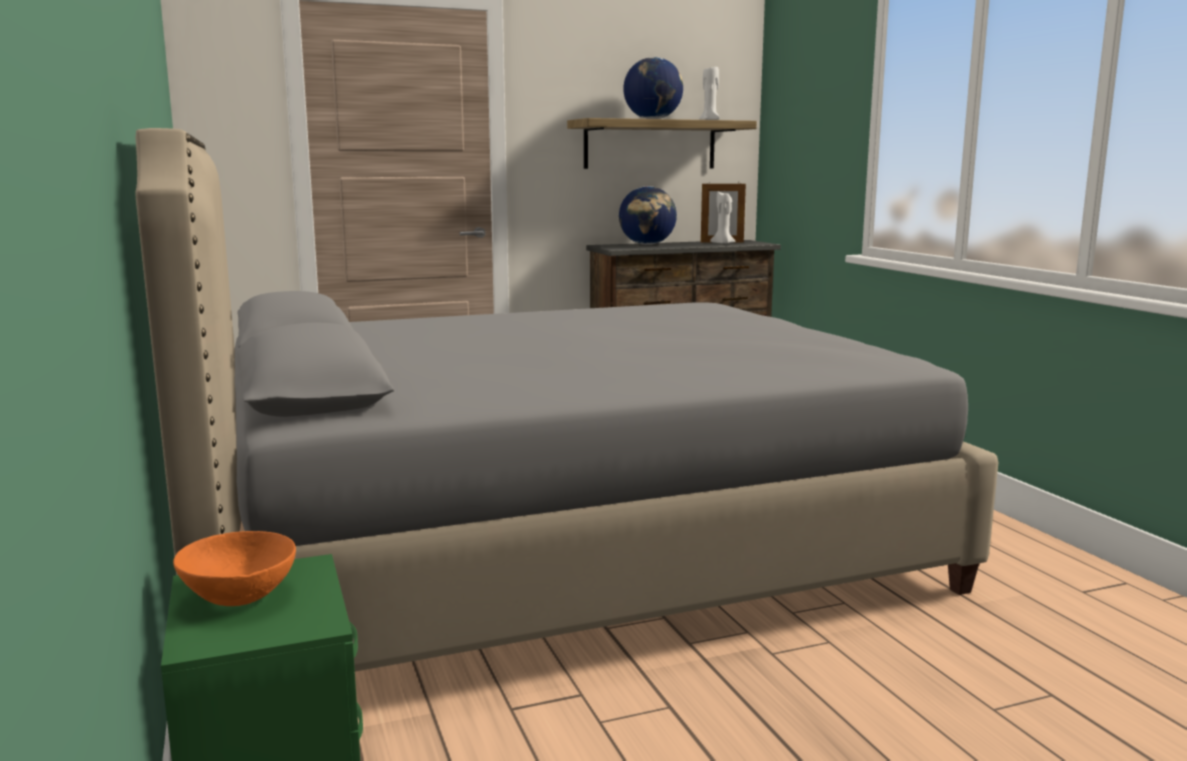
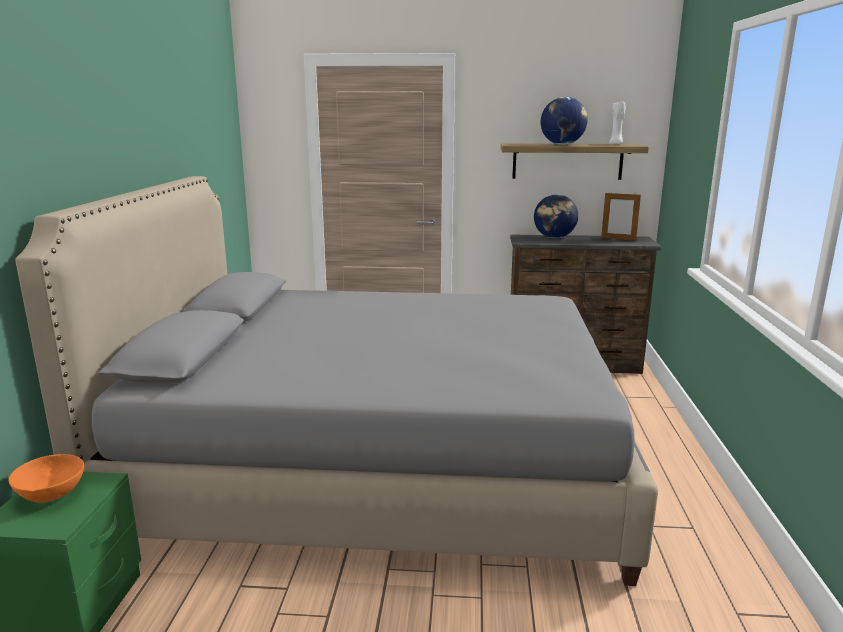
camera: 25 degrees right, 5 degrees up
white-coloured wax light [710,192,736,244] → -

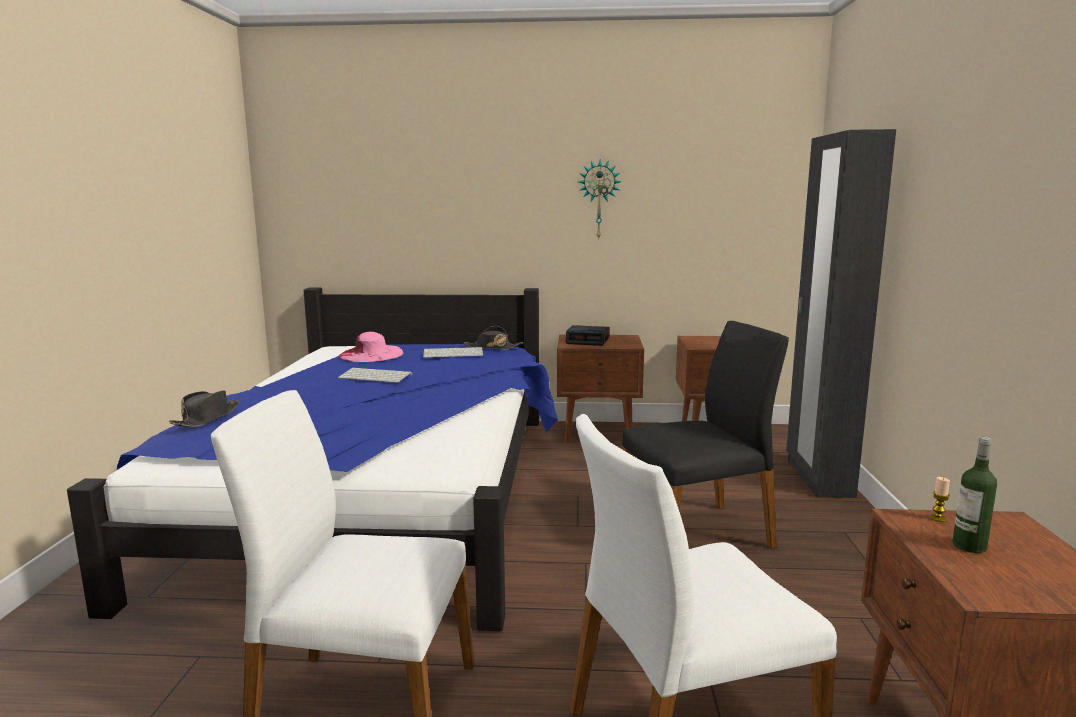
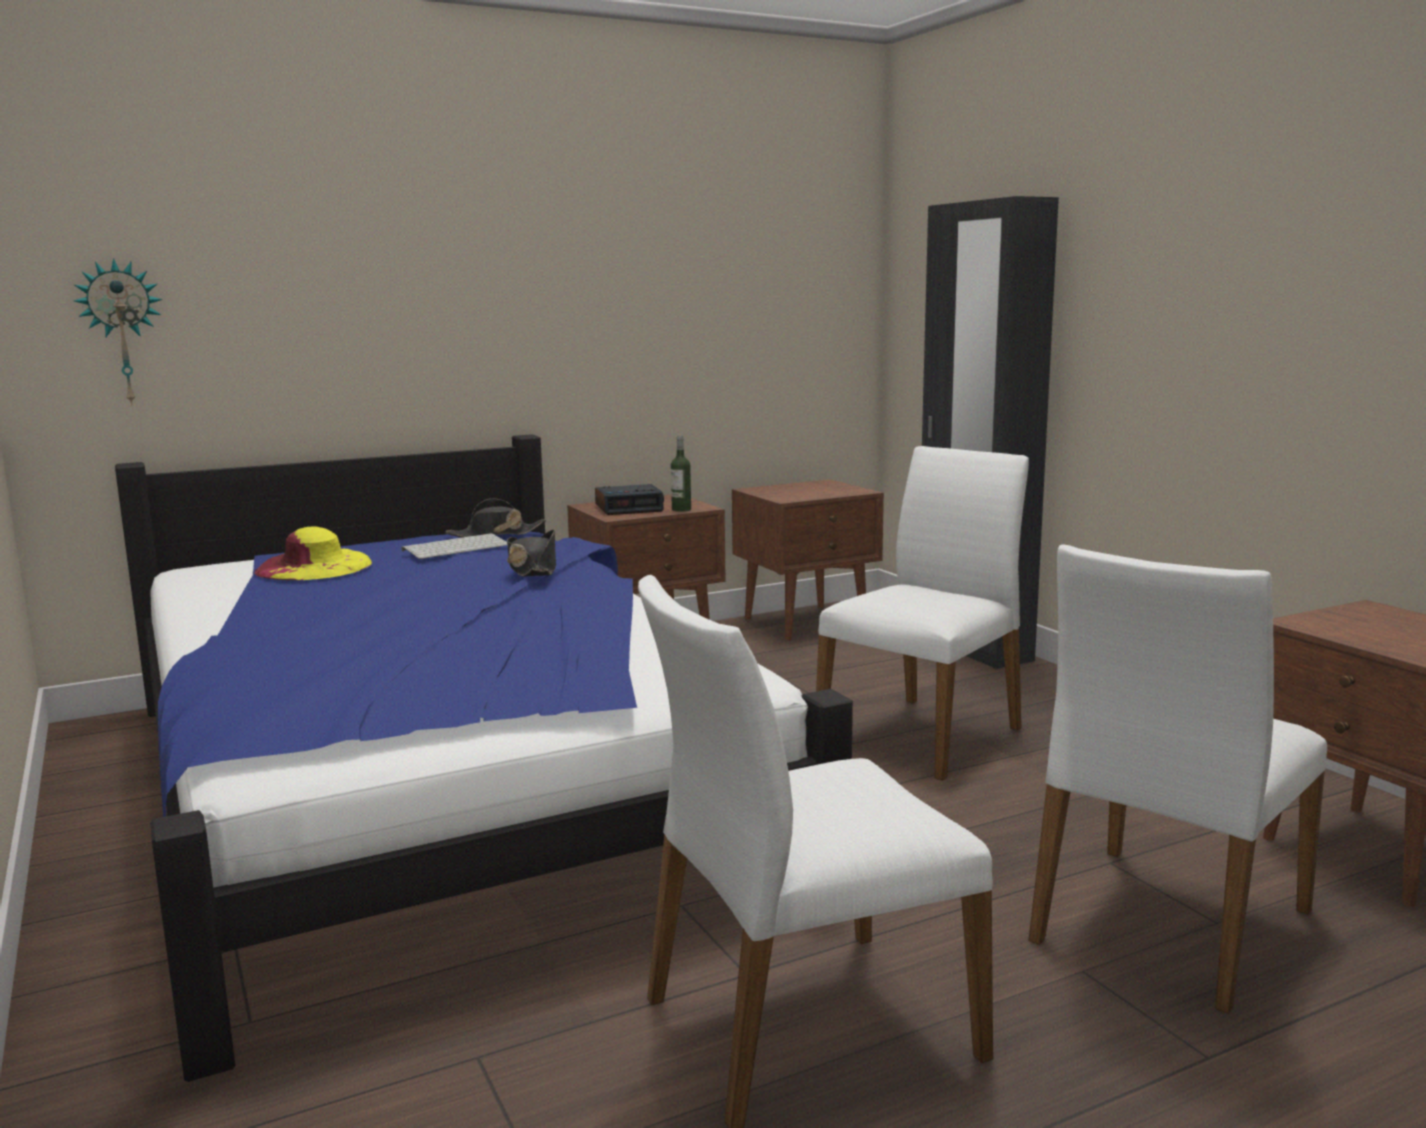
camera: 30 degrees left, 0 degrees up
black-coloured wearable hat [169,390,240,427] → black-coloured wearable hat [507,529,556,576], move
keyboard [338,368,412,383] → -
pink-coloured wearable hat [339,332,404,362] → yellow wearable hat [254,527,372,581]
hanging clock [579,159,621,240] → hanging clock [74,258,163,406], move
black-coloured plain chair [622,321,789,549] → white-coloured plain chair [816,446,1029,781]
wax light [930,477,950,522] → -
beverage bottle [952,437,997,553] → beverage bottle [671,436,691,512], move

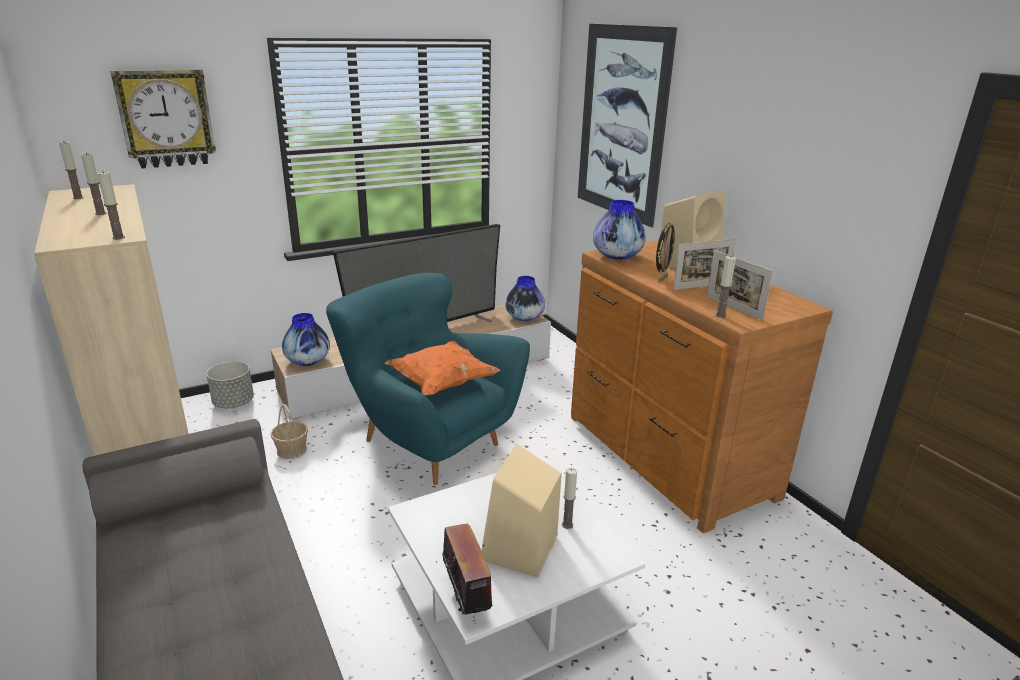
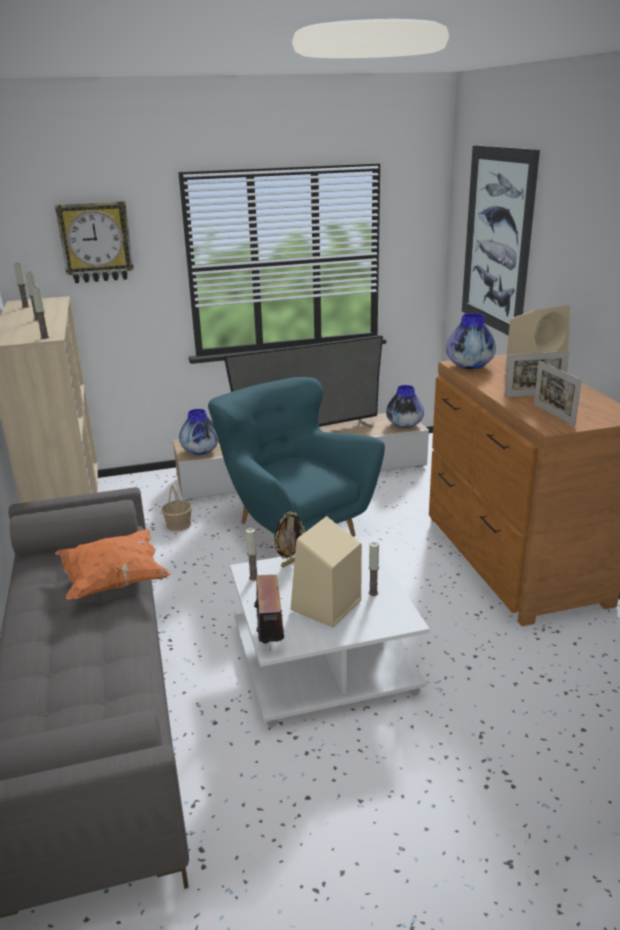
camera: 15 degrees right, 0 degrees up
greyish flower pot [206,361,254,408] → -
orangey throw pillow [385,341,500,395] → orangey throw pillow [55,529,171,600], move
picture frame [656,221,676,282] → picture frame [274,511,305,567], move
wax light [715,256,736,318] → wax light [246,528,257,581], move

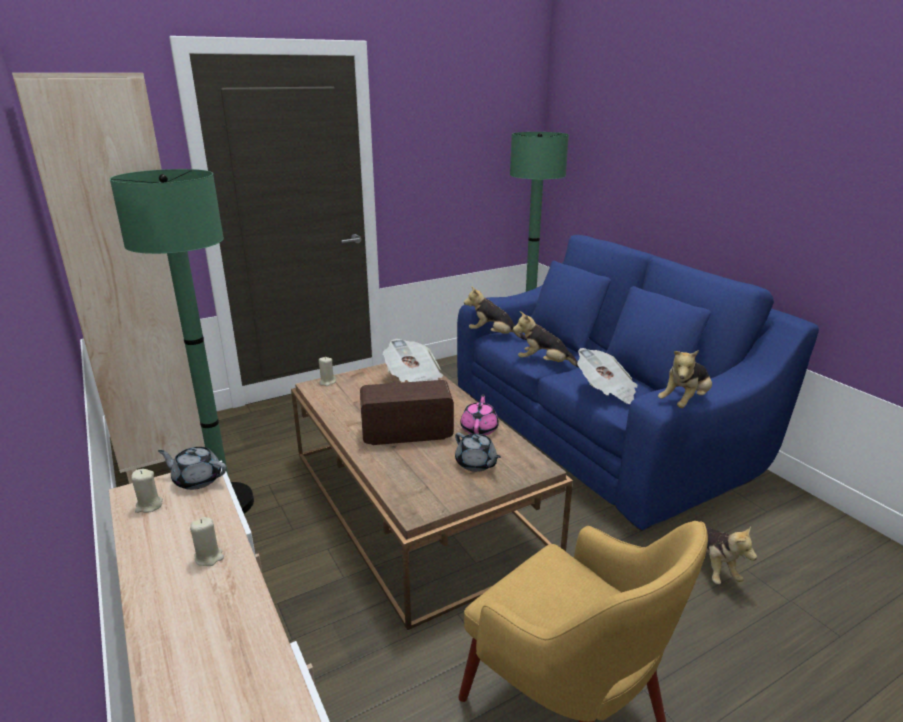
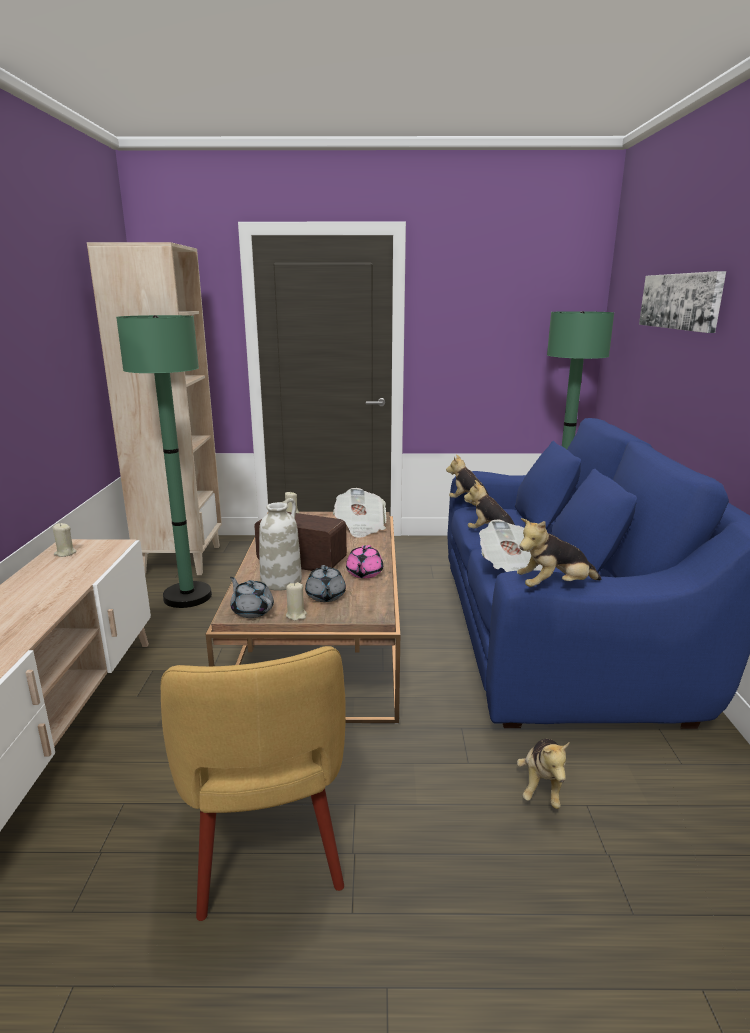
camera: 30 degrees right, 5 degrees down
greyish pot for tea [158,447,227,490] → greyish pot for tea [230,577,274,618], move
beige wax light [190,517,224,566] → beige wax light [286,582,307,621], move
pink-coloured pot for tea [460,394,499,436] → pink-coloured pot for tea [346,545,383,578], 150 degrees clockwise
- → white-coloured flower vase [259,498,302,591]
- → wall picture [639,271,726,333]

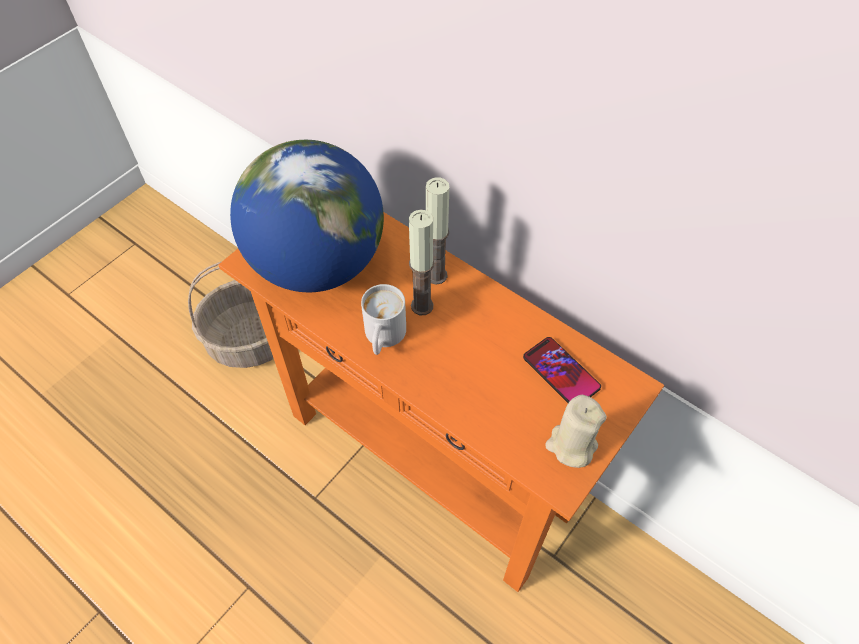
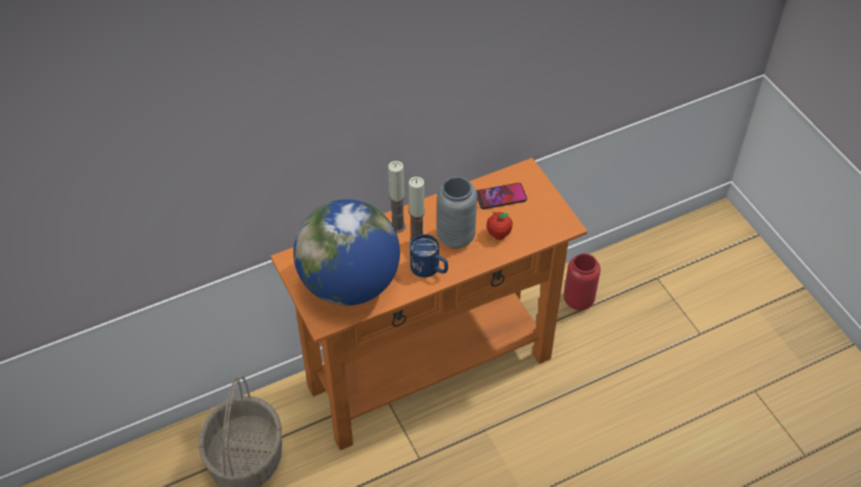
camera: 65 degrees left, 5 degrees down
white-coloured mug [361,284,406,355] → bluish mug [410,234,448,277]
beige wax light [545,395,607,468] → -
- → greyish flower vase [437,177,477,249]
- → apple fruit [487,211,513,240]
- → red flower vase [564,253,601,310]

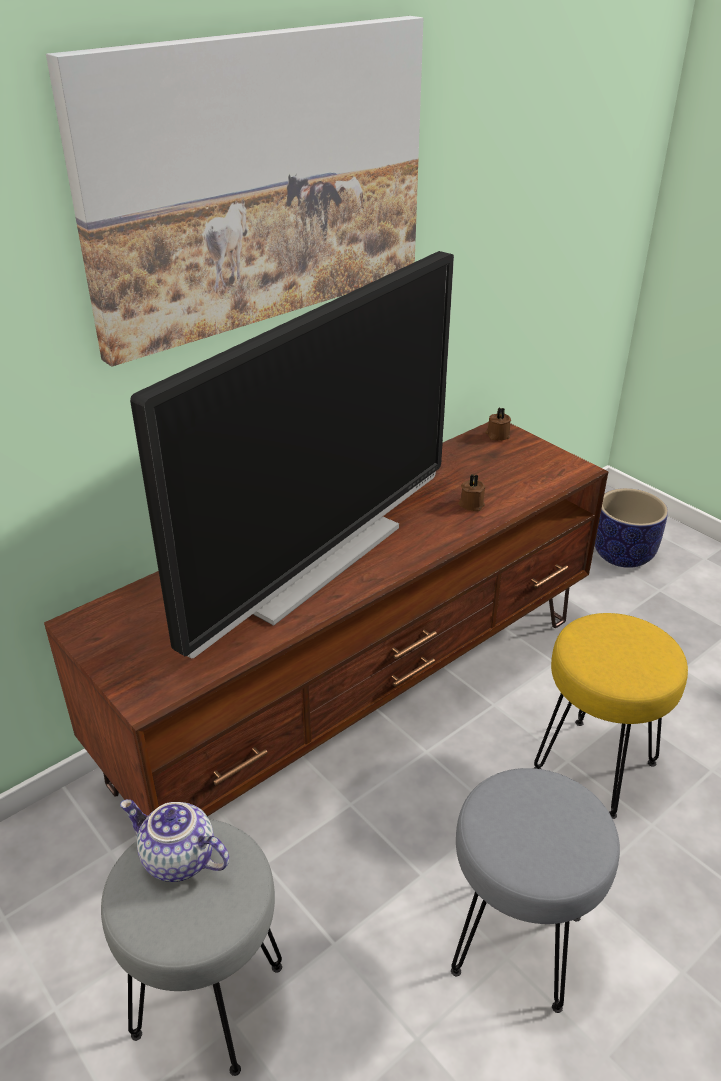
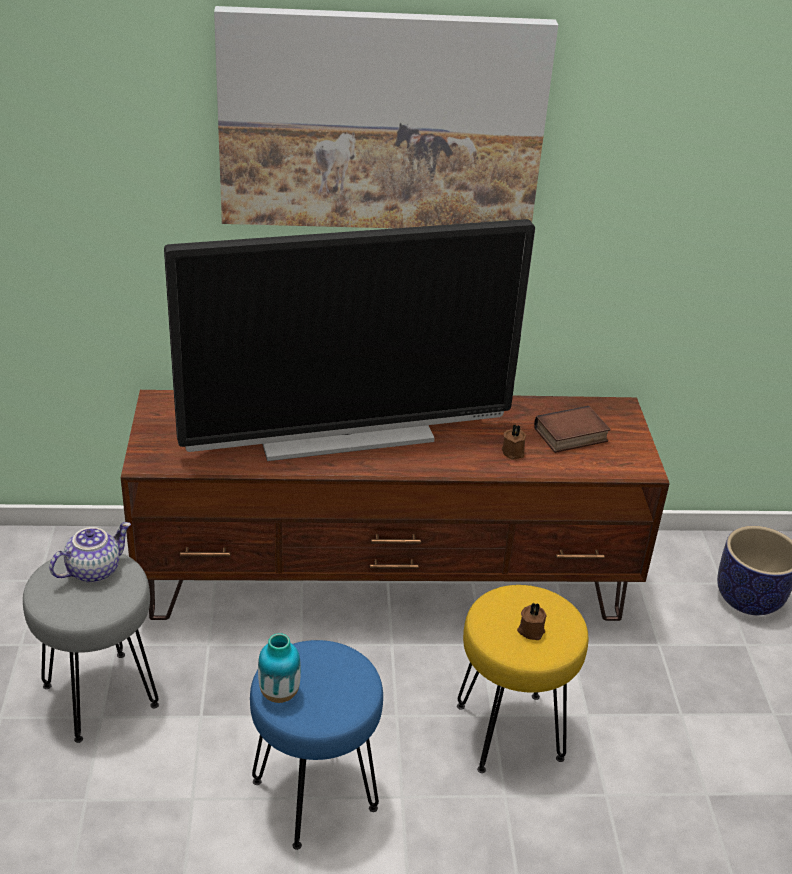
camera: 35 degrees right, 0 degrees up
pot for tea [120,799,229,882] → pot for tea [49,522,131,583], 75 degrees clockwise
greyish stool seat [451,768,620,1013] → bluish stool seat [250,640,383,850]
brownish wax light [485,407,511,441] → brownish wax light [517,602,547,640], move
- → flower vase [258,633,301,703]
- → book [534,406,610,453]

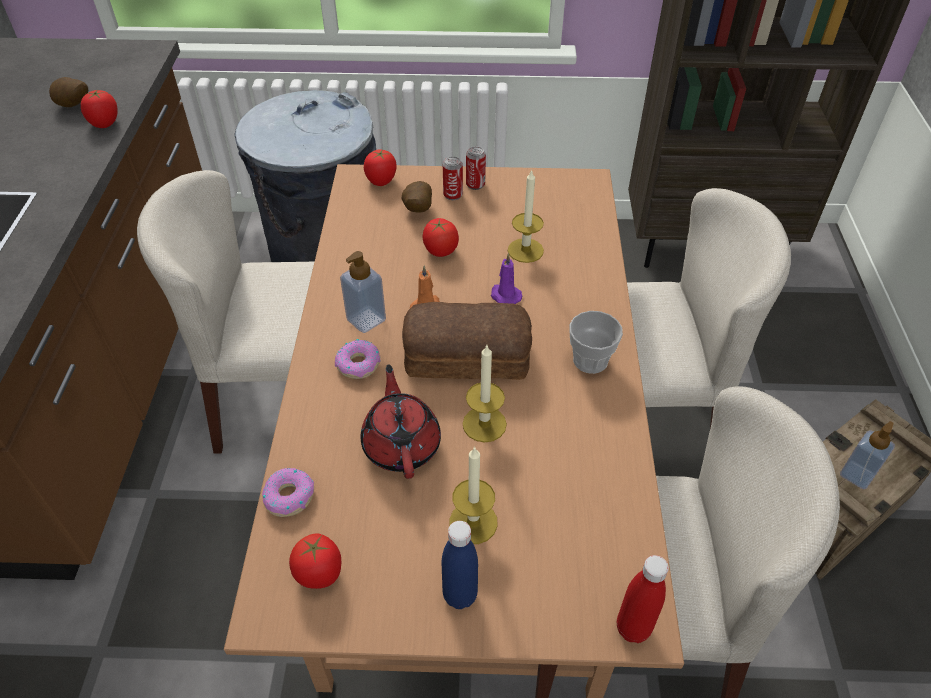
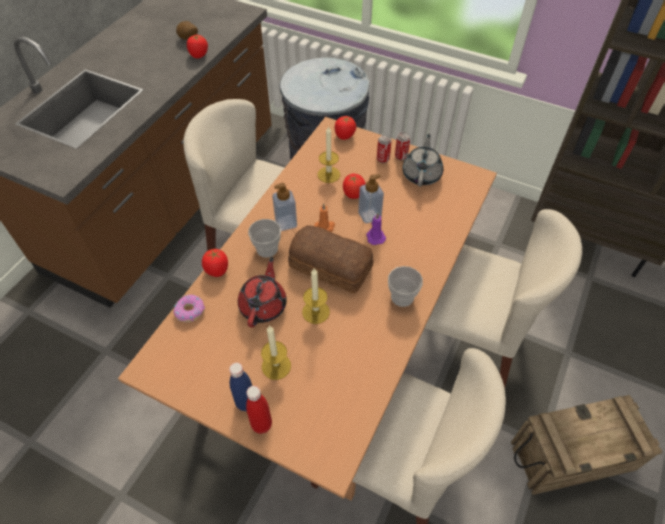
camera: 25 degrees right, 5 degrees up
fresh tomato [289,534,341,589] → fresh tomato [202,249,228,277], move
doughnut [335,339,380,379] → small cup [248,219,281,258]
potato [402,181,432,213] → -
wax light [508,169,544,263] → wax light [317,126,340,183], move
red beverage bottle [617,555,669,643] → red beverage bottle [246,386,272,434], move
liquid soap bottle [840,421,895,489] → liquid soap bottle [358,174,384,224], move
- → greyish pot for tea [402,134,443,187]

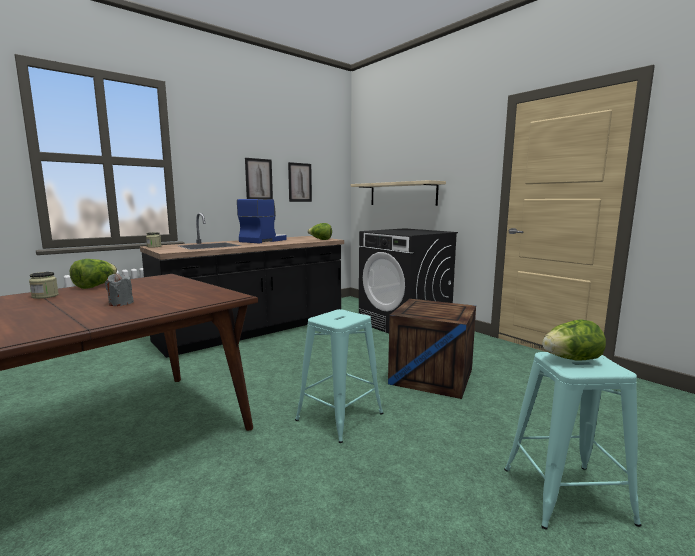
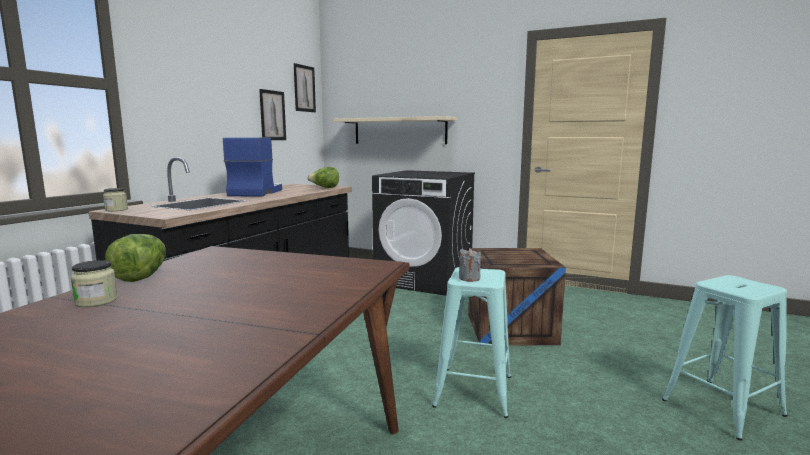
camera: 25 degrees left, 0 degrees up
greyish wax light [105,273,134,306] → greyish wax light [459,248,481,282], move
wall picture [245,158,273,199] → wall picture [294,63,316,112], move
lettuce head [542,319,606,361] → -

